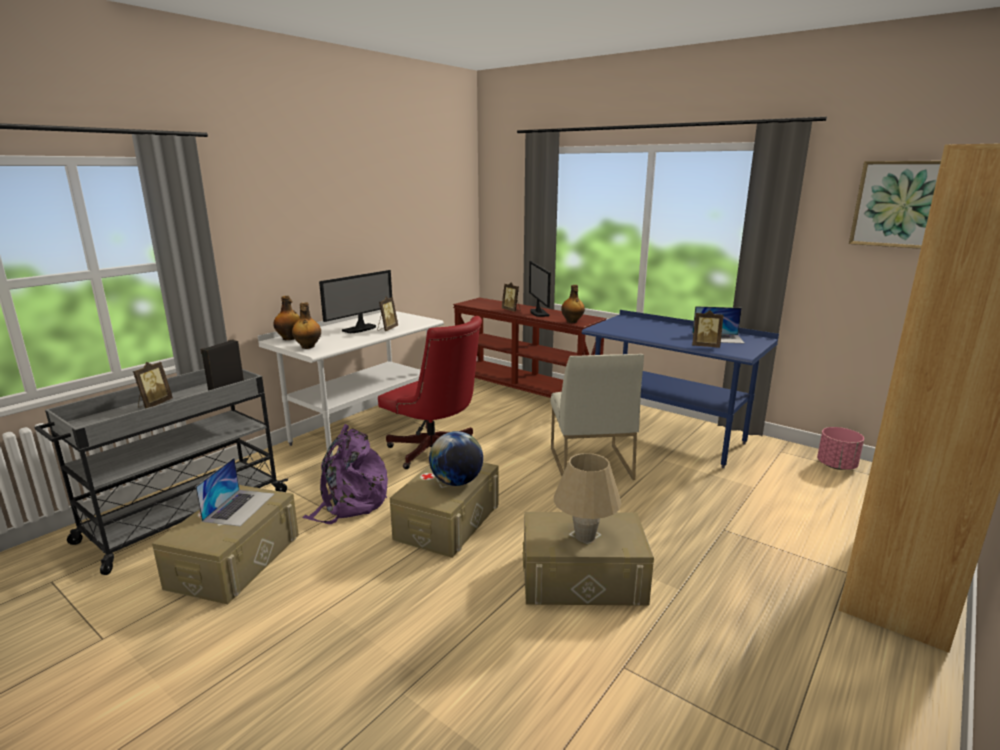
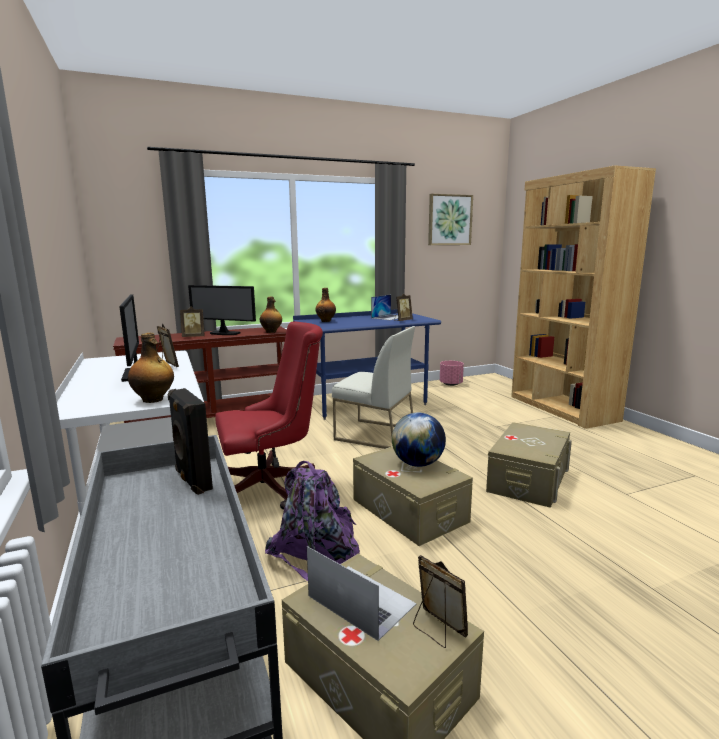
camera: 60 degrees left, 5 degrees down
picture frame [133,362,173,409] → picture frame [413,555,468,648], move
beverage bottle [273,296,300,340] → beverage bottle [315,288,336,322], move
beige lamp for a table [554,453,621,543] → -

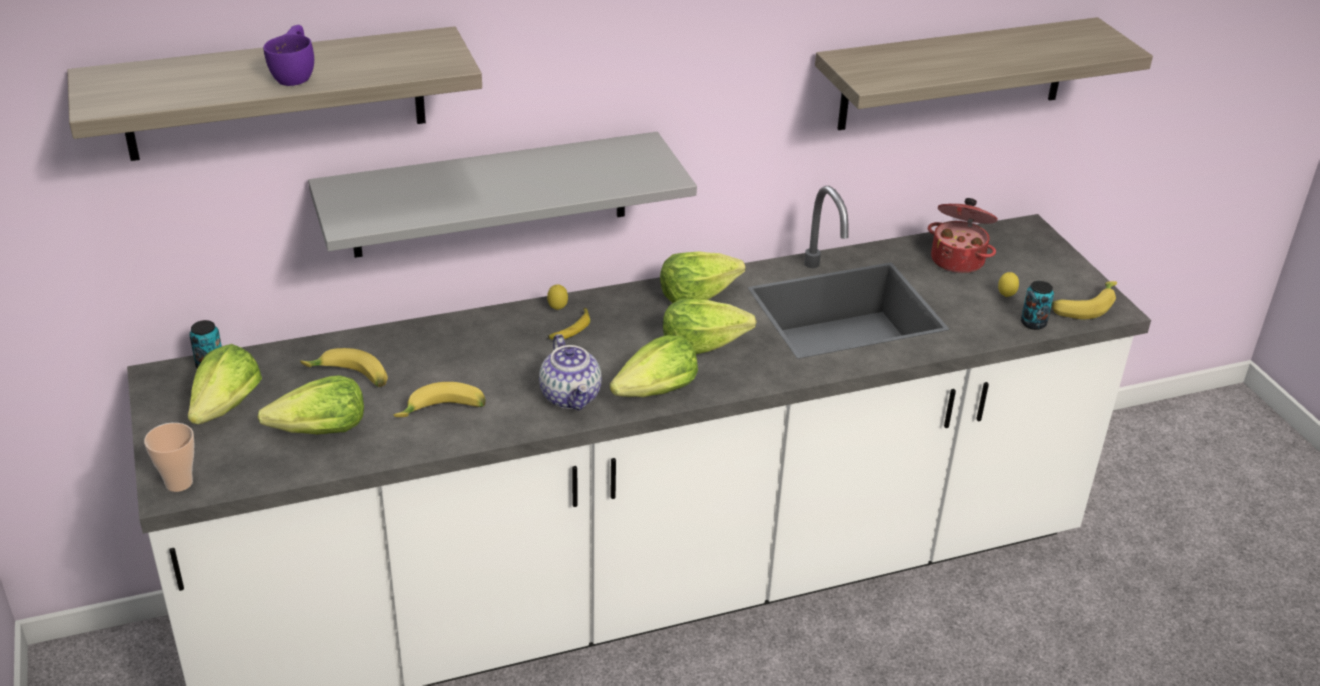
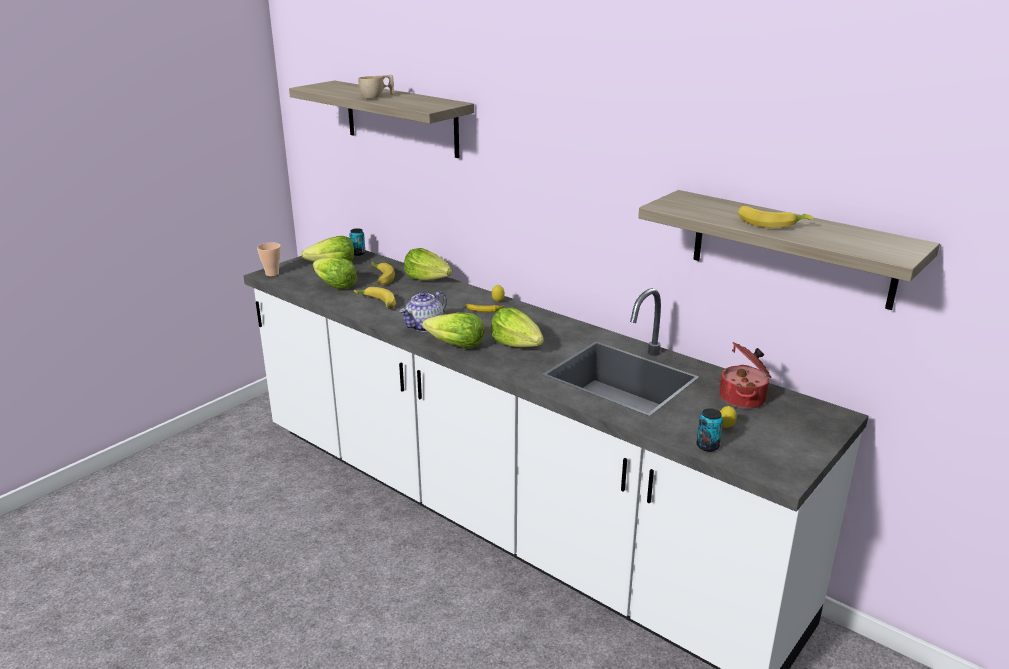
camera: 60 degrees right, 10 degrees down
purplish small cup [263,25,314,86] → beige small cup [358,75,395,98]
greyish bracket shelf [308,132,697,258] → -
lettuce head [660,251,745,303] → lettuce head [404,248,452,281], move
banana fruit [1051,281,1117,319] → banana fruit [738,206,813,228], move

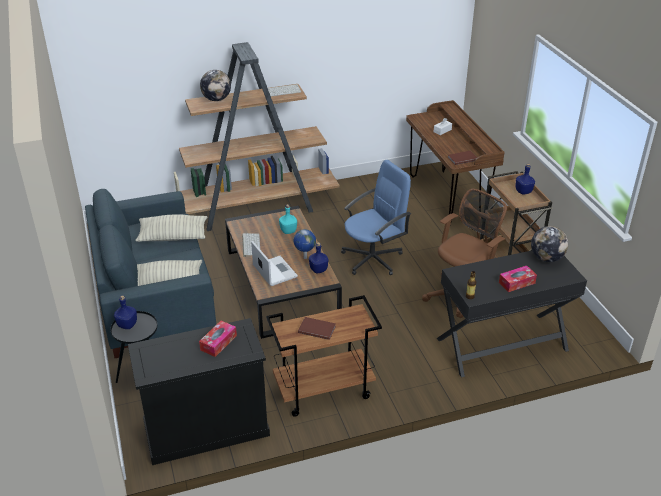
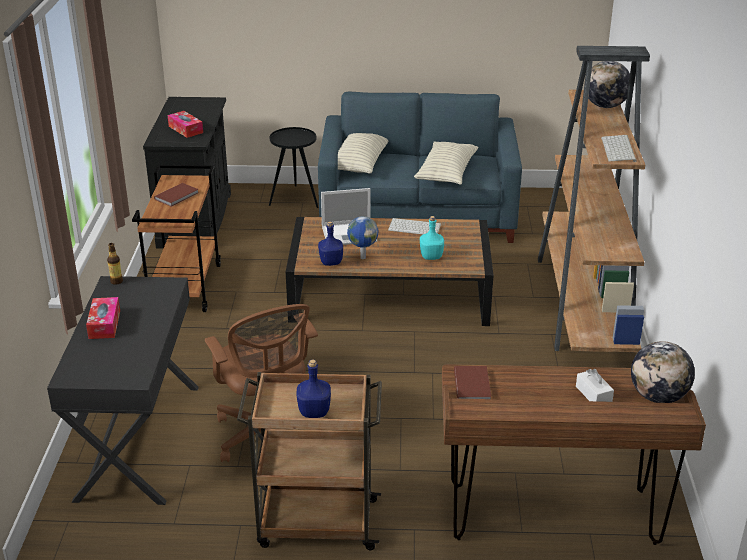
camera: 110 degrees right, 5 degrees down
bluish beverage bottle [114,295,137,329] → -
bluish desk chair [341,160,411,275] → -
desk globe [531,226,568,262] → desk globe [631,341,695,403], move

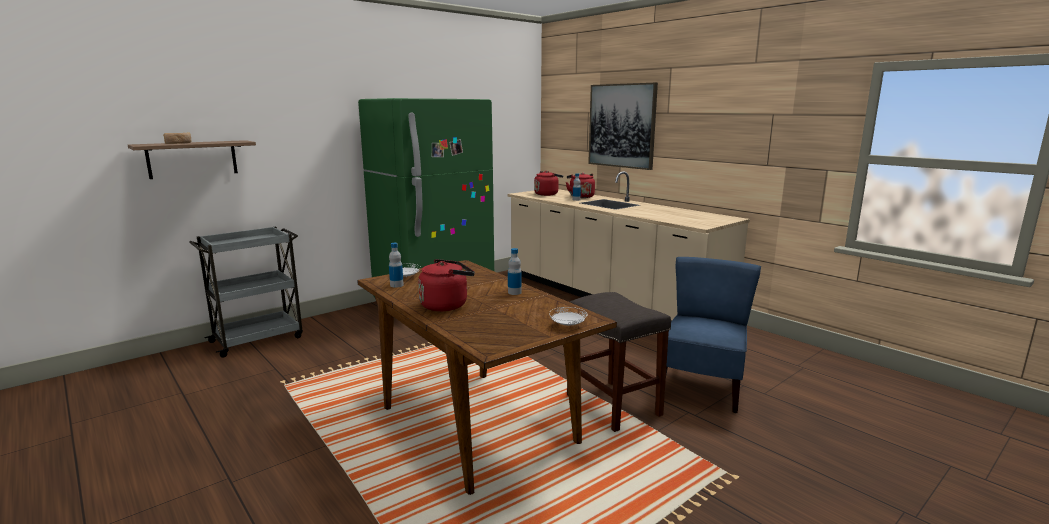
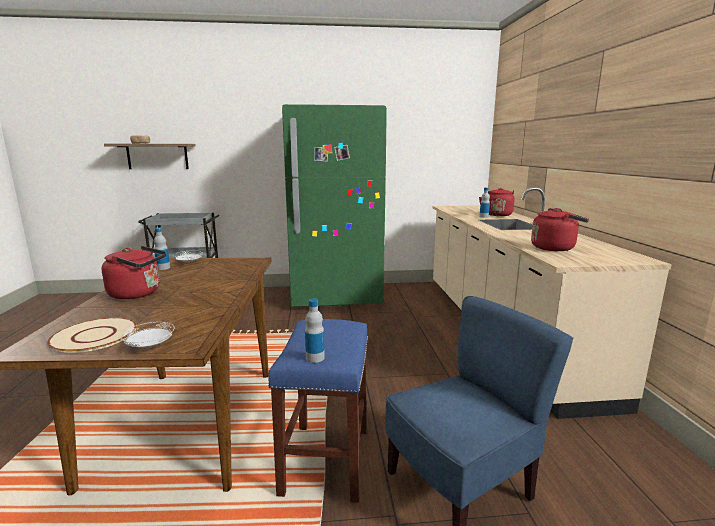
camera: 35 degrees right, 0 degrees up
beverage bottle [508,248,522,295] → beverage bottle [305,298,325,363], move
red water kettle [534,171,563,196] → red water kettle [531,208,589,251], move
greyish stool seat [567,292,671,432] → bluish stool seat [268,319,368,503]
wall picture [588,83,658,170] → -
- → beige flat dish [47,318,137,353]

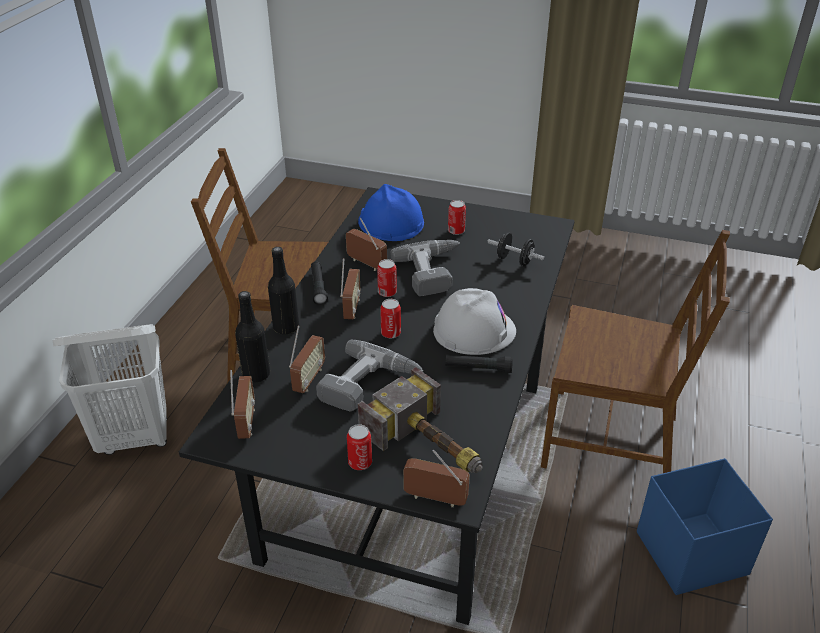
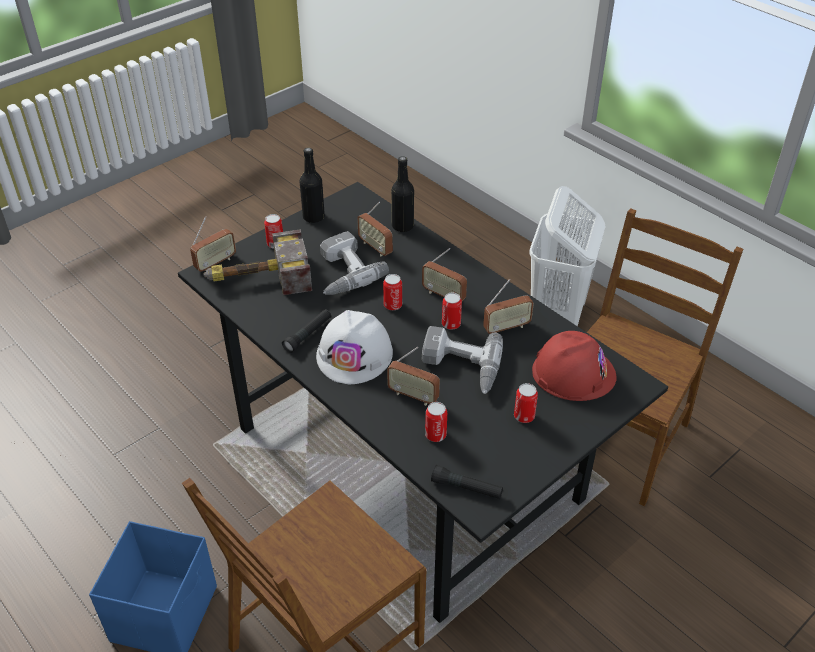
camera: 120 degrees right, 5 degrees up
radio set [230,370,255,439] → radio set [387,347,440,406], move
black-coloured beverage bottle [268,247,299,334] → black-coloured beverage bottle [300,148,325,223], move
black-coloured hand torch [311,261,328,305] → black-coloured hand torch [431,465,503,499], move
bluish work helmet [358,184,424,241] → red work helmet [532,331,617,401]
black-coloured dumbbell [487,232,545,266] → can [425,402,447,442]

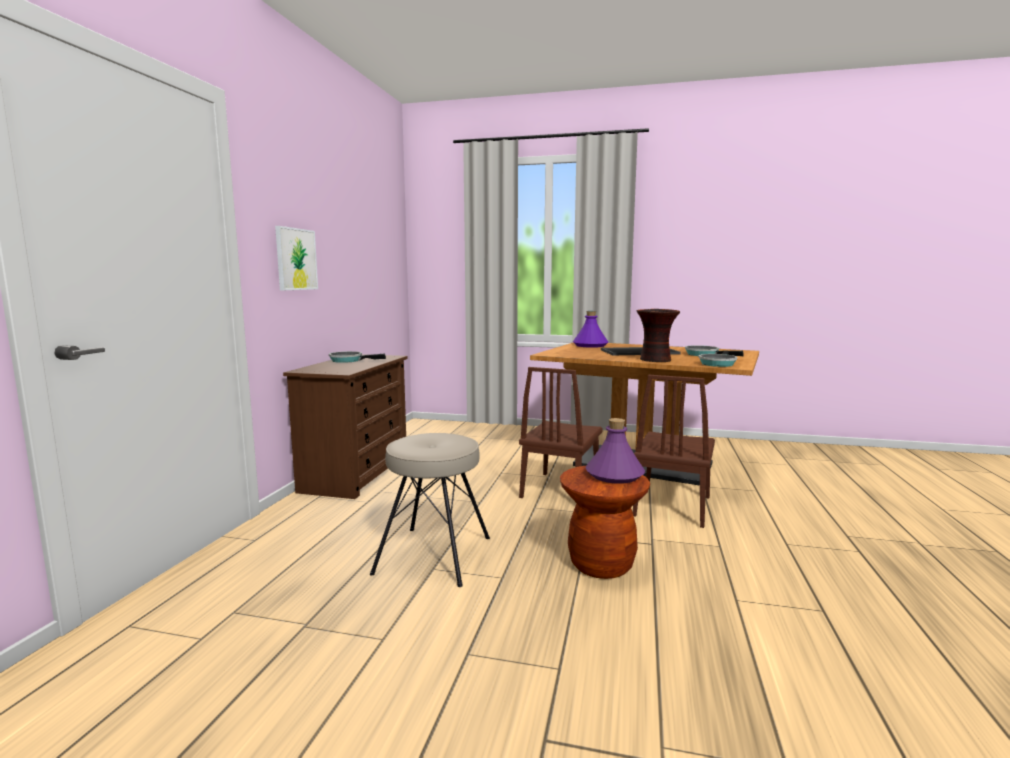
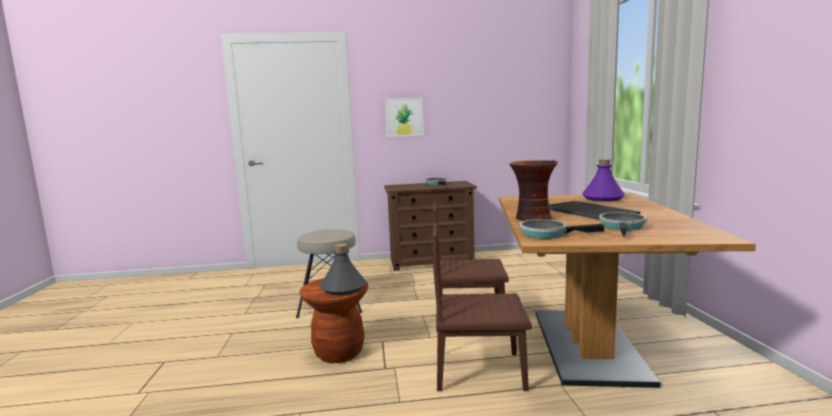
camera: 70 degrees right, 0 degrees up
purplish beverage bottle [585,418,645,484] → greyish beverage bottle [320,243,366,295]

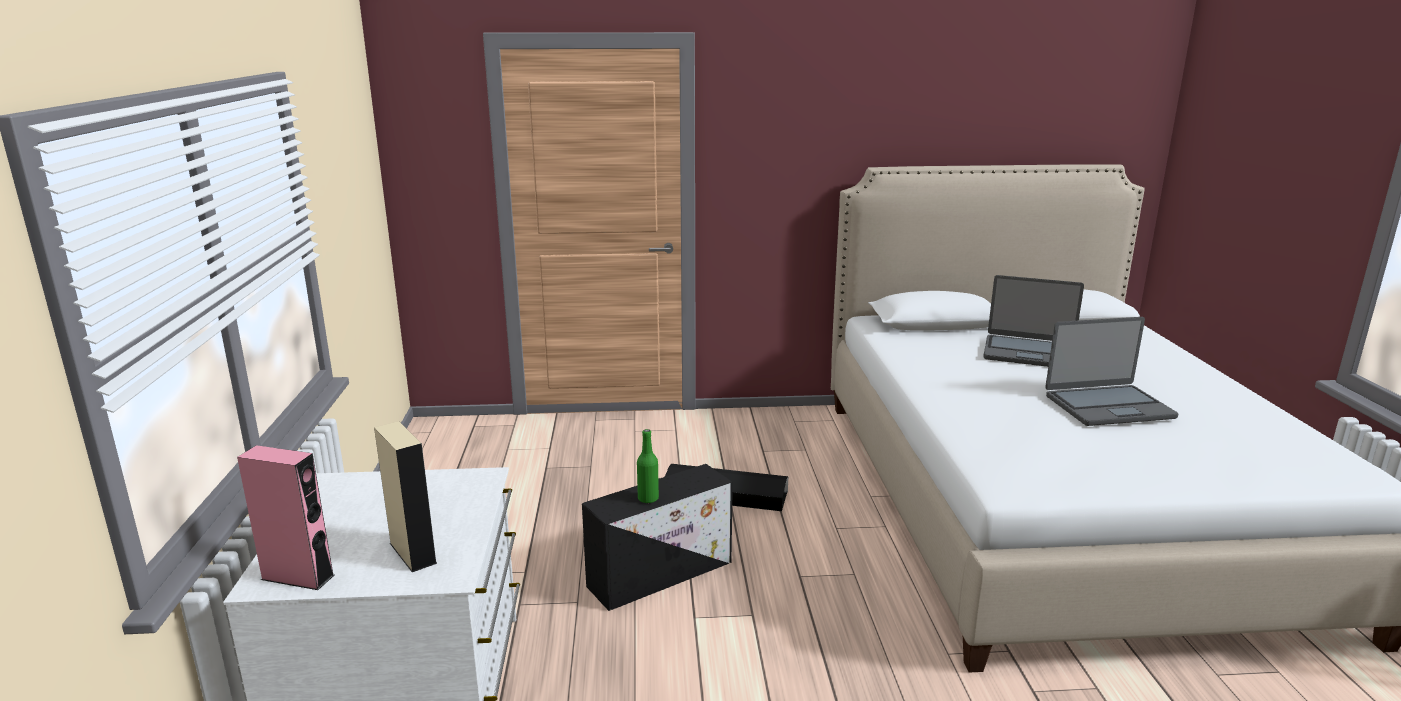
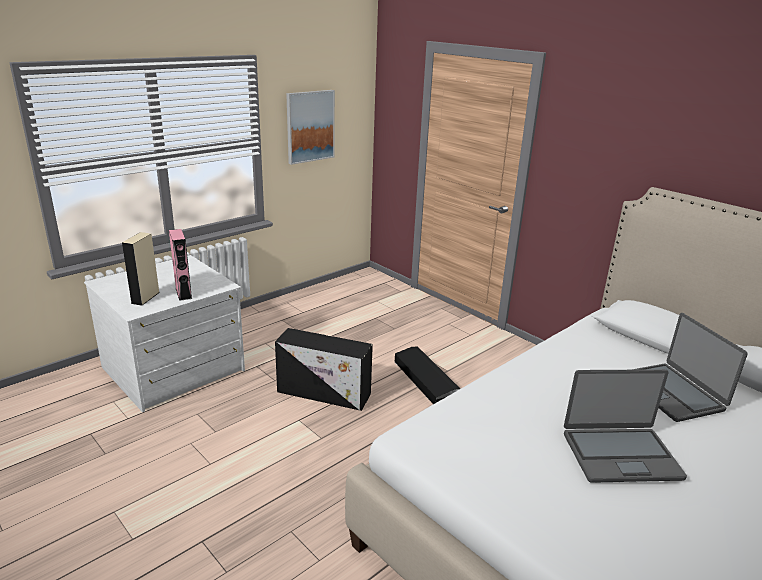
camera: 50 degrees right, 5 degrees up
pink-coloured loudspeaker [237,445,334,590] → pink-coloured loudspeaker [169,229,192,301], move
greenish beverage bottle [637,429,659,503] → -
portable computer [1045,317,1179,426] → portable computer [564,369,687,483], 45 degrees counterclockwise
- → wall picture [286,90,335,165]

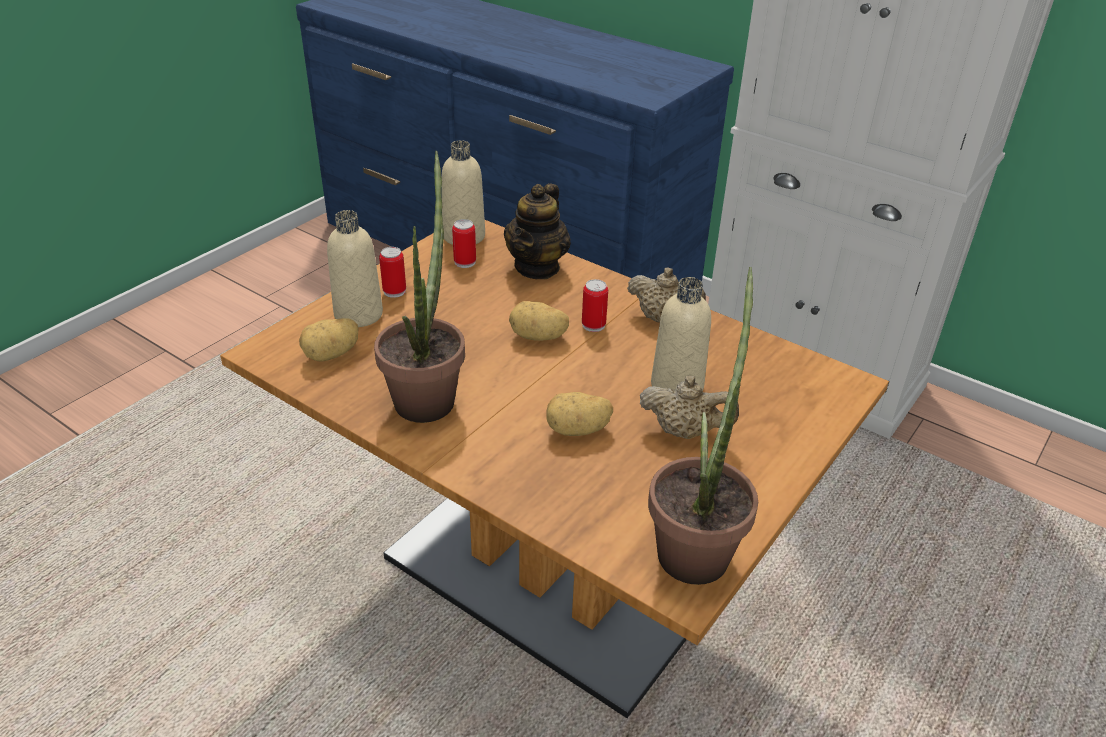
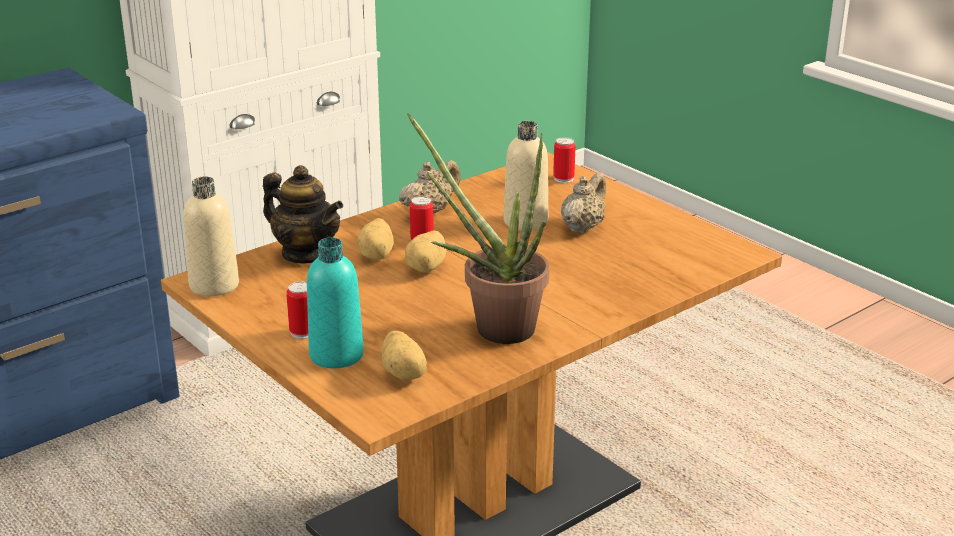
camera: 75 degrees left, 10 degrees down
beige beverage bottle [327,210,383,327] → blue-green beverage bottle [307,237,364,368]
can [452,219,476,268] → can [553,137,576,183], move
potato [546,392,613,436] → potato [357,218,394,260], move
houseplant [648,267,758,585] → -

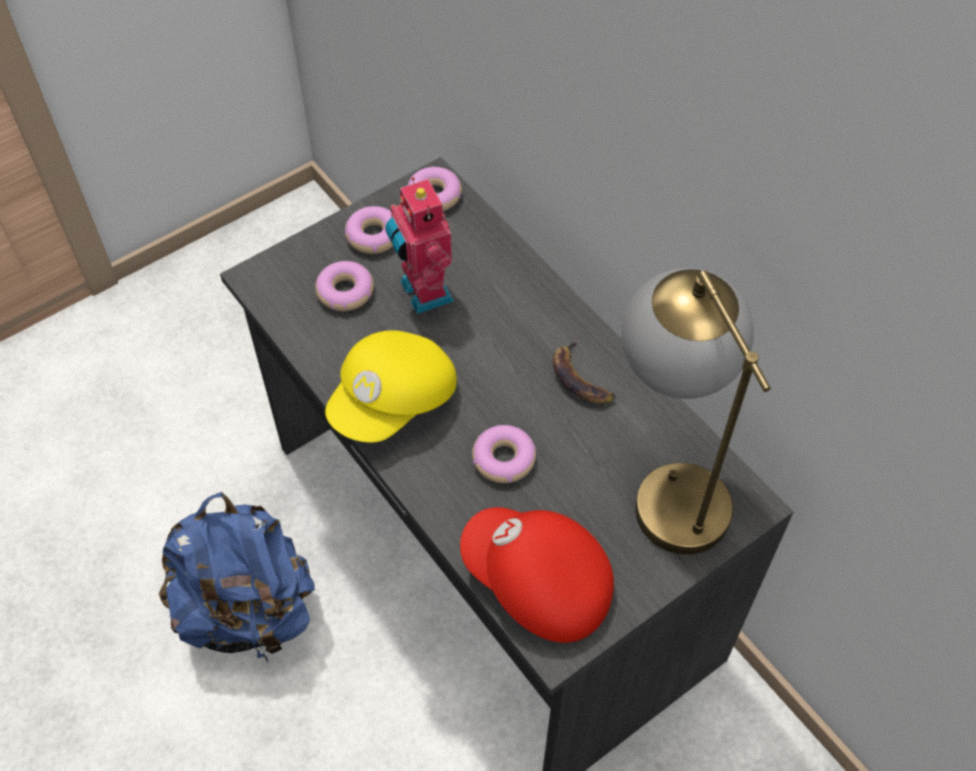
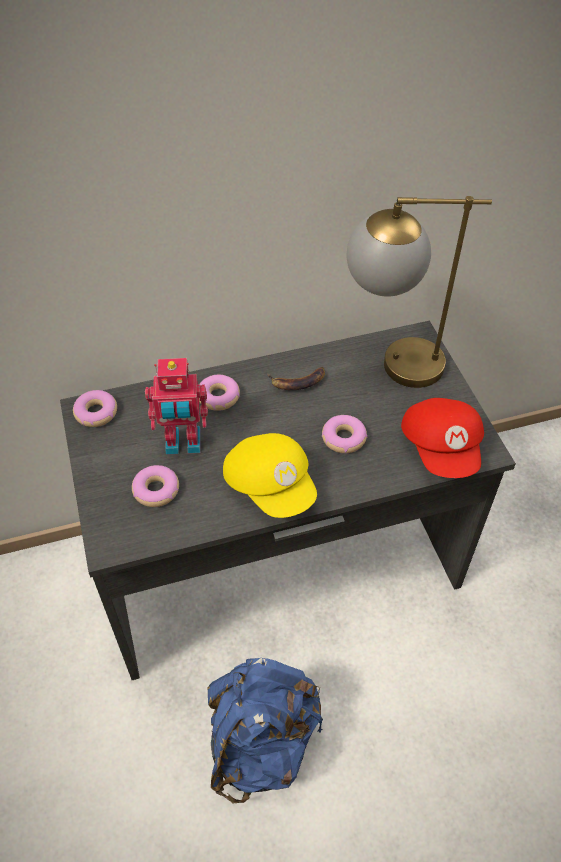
camera: 70 degrees left, 5 degrees down
doughnut [345,206,393,254] → doughnut [199,375,240,411], move
red peaked cap [460,507,614,643] → red peaked cap [401,398,484,478], 60 degrees counterclockwise

